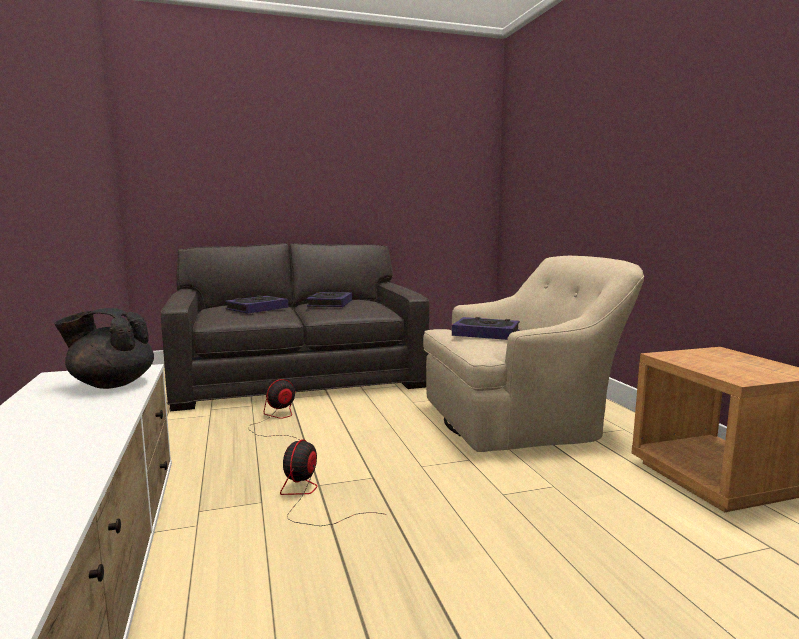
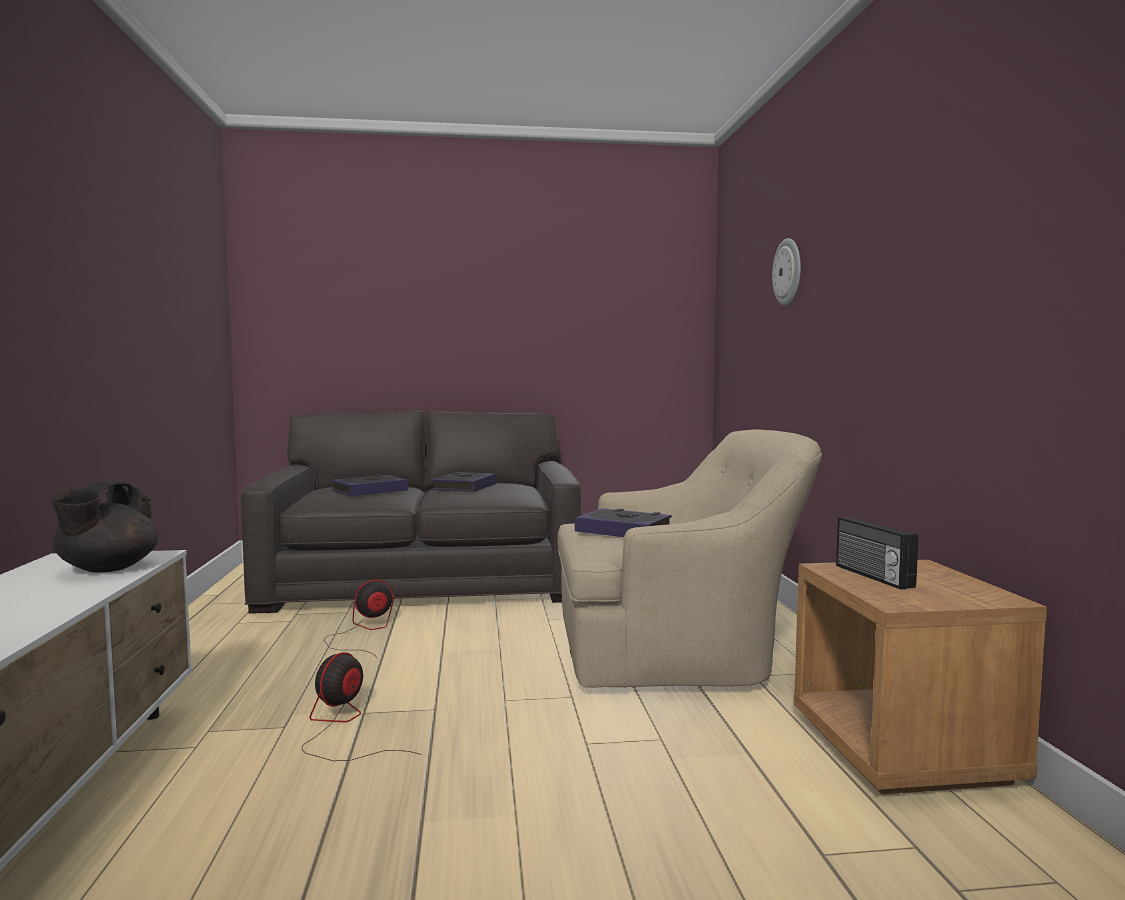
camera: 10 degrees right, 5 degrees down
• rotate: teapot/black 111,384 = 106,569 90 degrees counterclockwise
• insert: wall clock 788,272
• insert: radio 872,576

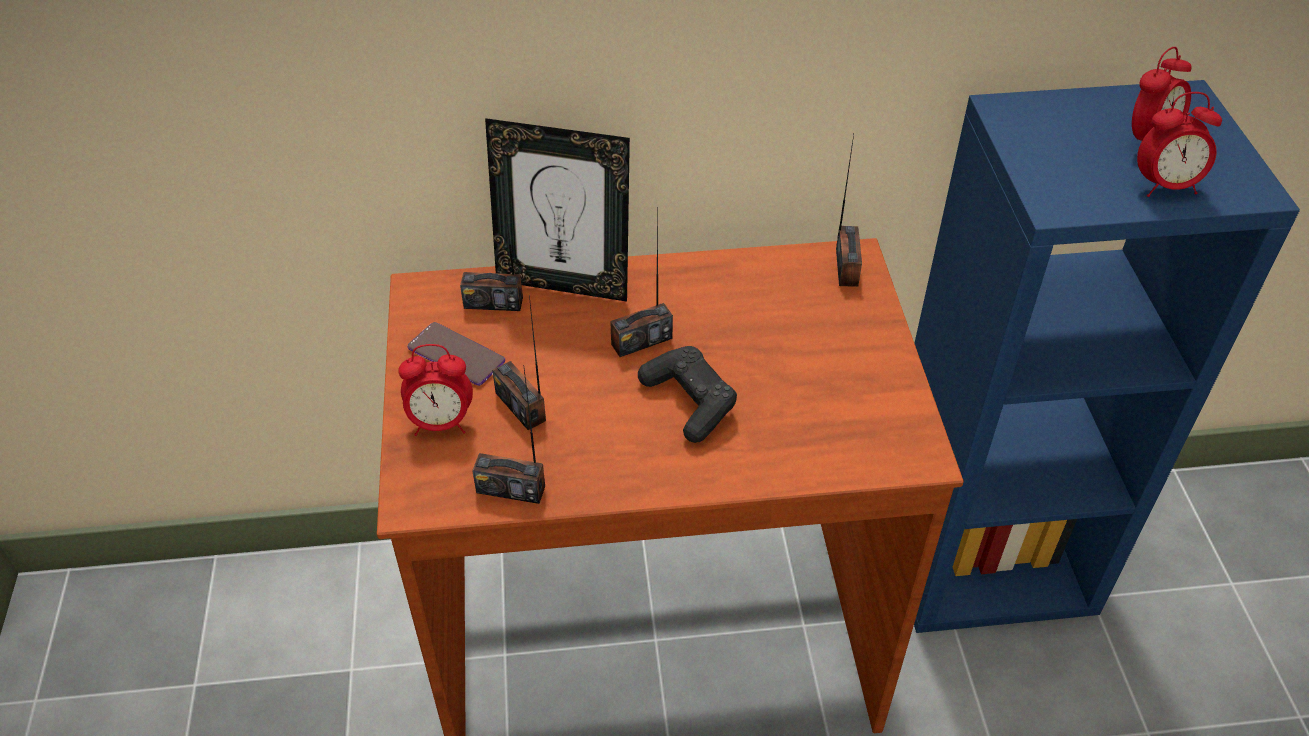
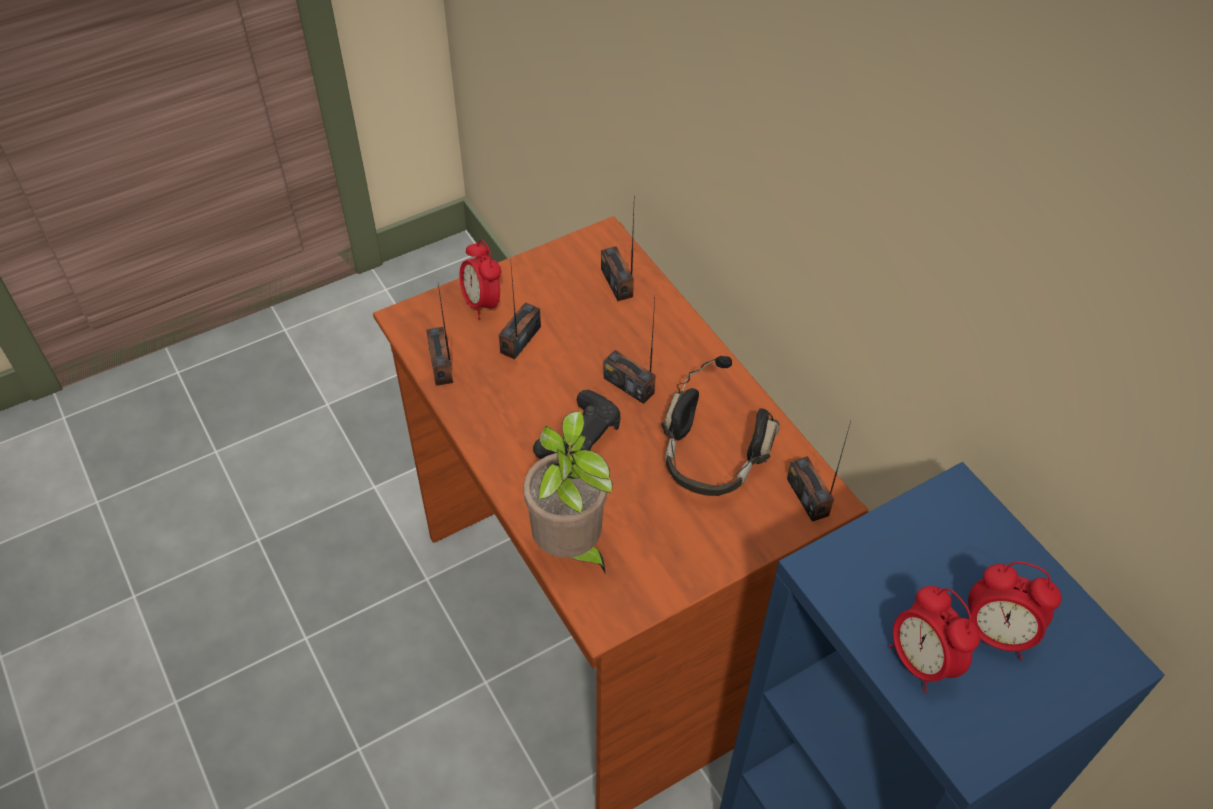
camera: 65 degrees right, 5 degrees up
• insert: potted plant 570,548
• insert: headphones/black 711,458
• rotate: radio 846,267 = 808,497 90 degrees clockwise
• delete: phone 456,355
• delete: picture frame 564,283

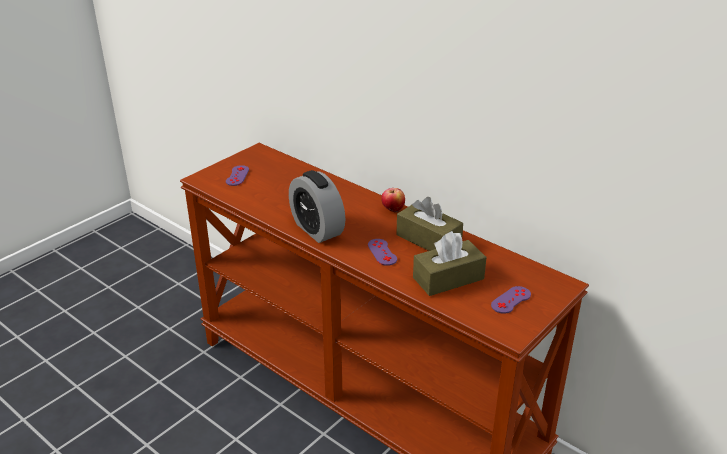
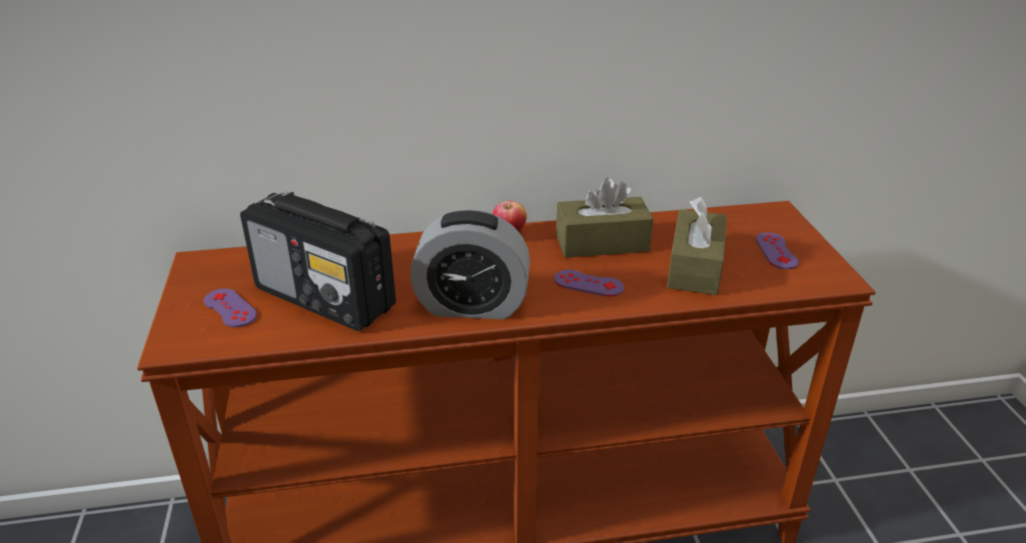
camera: 50 degrees left, 0 degrees up
• insert: radio 326,298

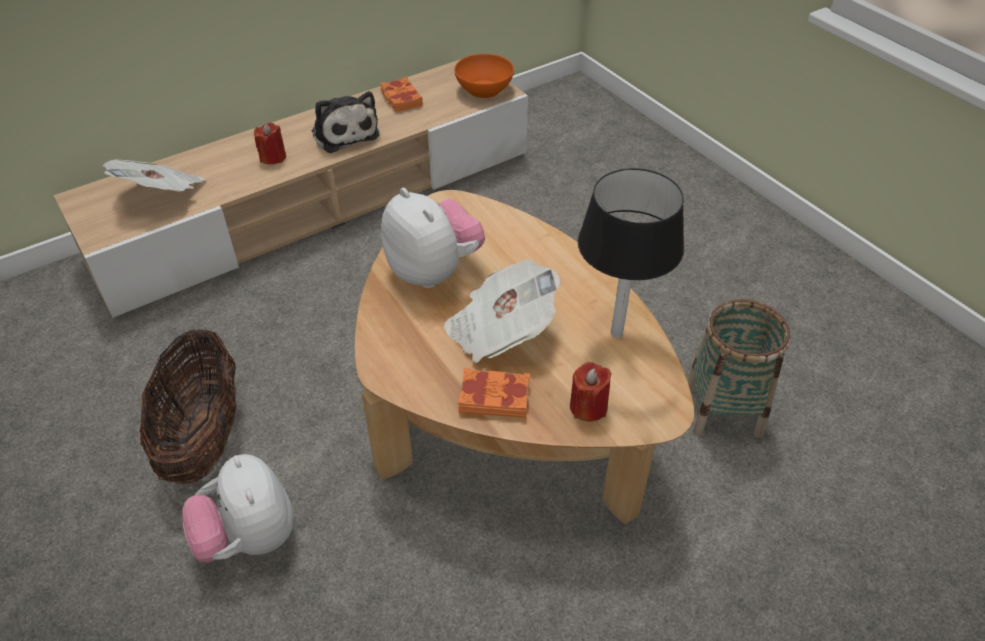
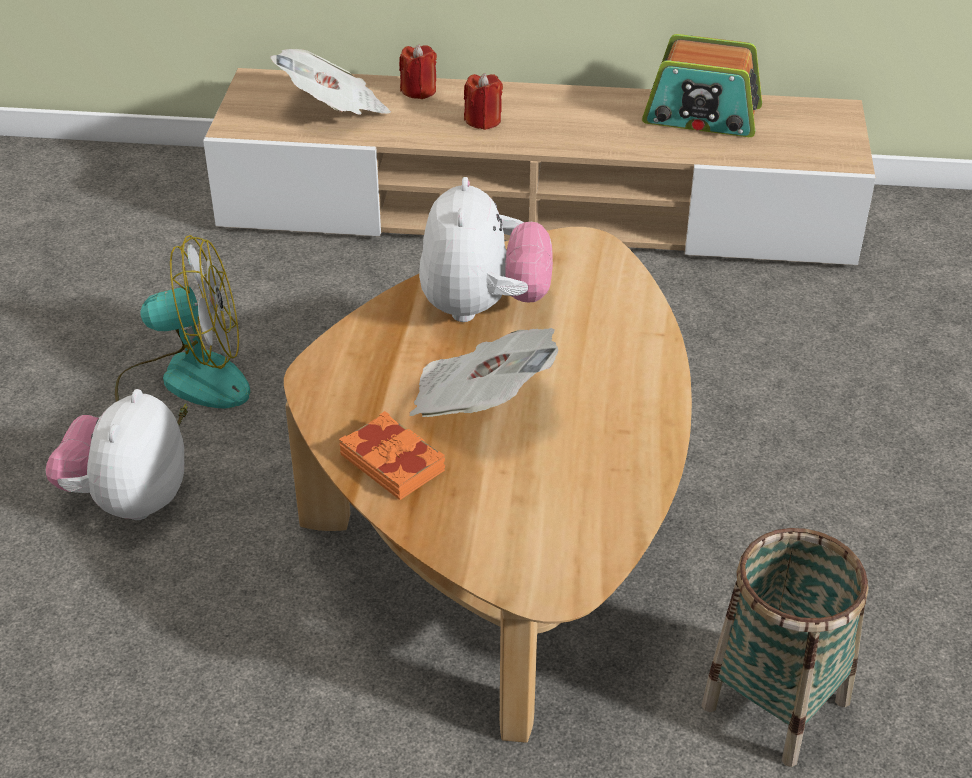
camera: 40 degrees right, 5 degrees down
• replace: basket 204,436 to fan 184,384
• move: candle/red 588,407 to 419,91
• replace: book/orange 401,99 to radio 702,116
• delete: plush toy 344,133
• delete: bowl/orange 484,89
• delete: table lamp/black 617,333

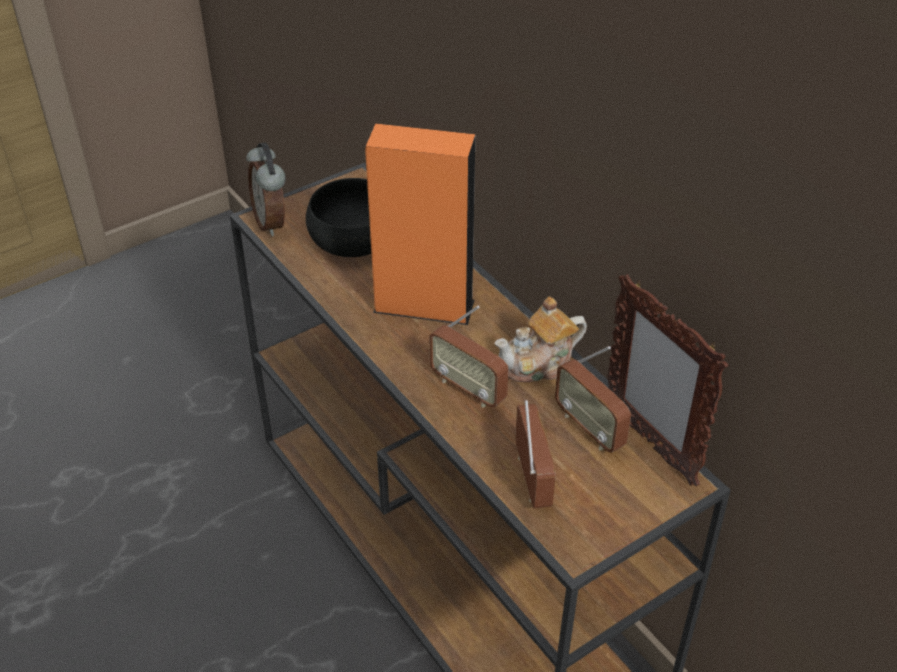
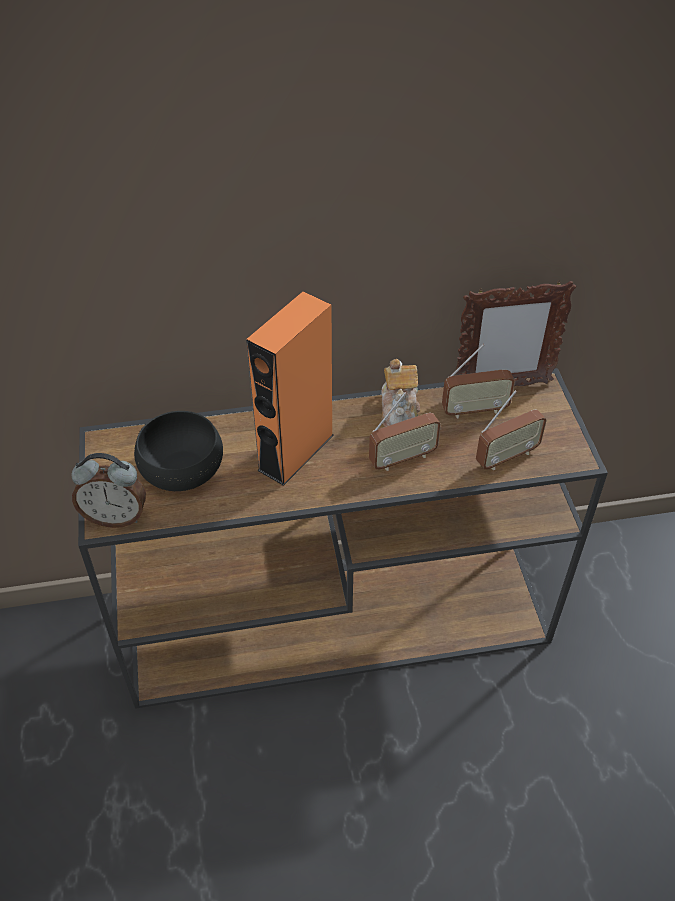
camera: 65 degrees left, 5 degrees up
• rotate: radio 531,479 = 506,457 135 degrees clockwise

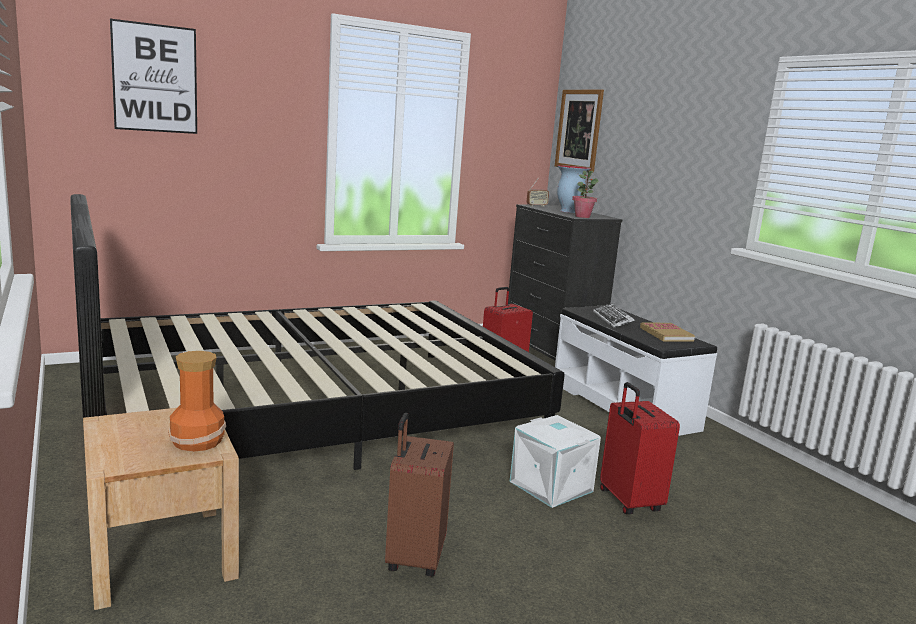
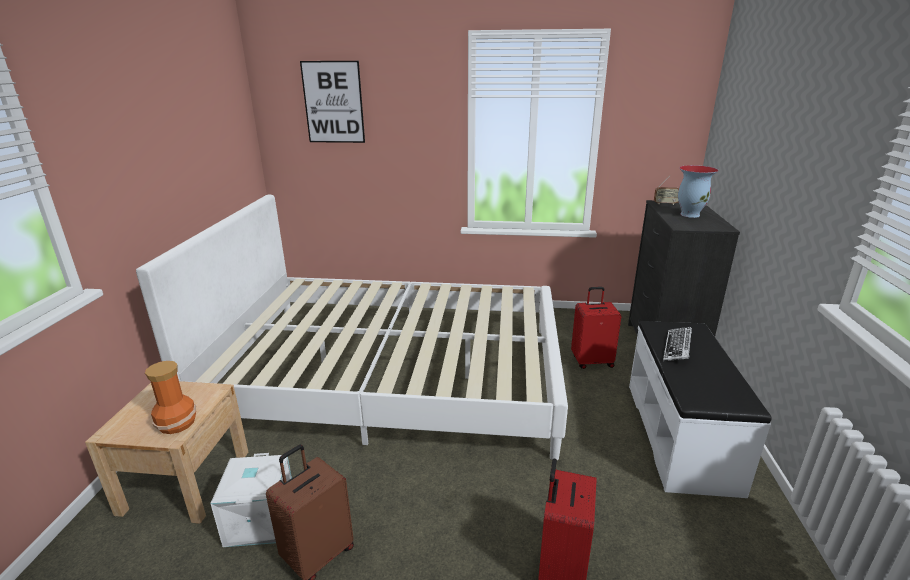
camera: 35 degrees right, 10 degrees up
• recolor: bed/black 310,412 to bed/white 393,374
• move: storage box/white 549,486 to 259,520
• delete: picture 579,130
• delete: potted plant 582,216
• delete: book 666,334

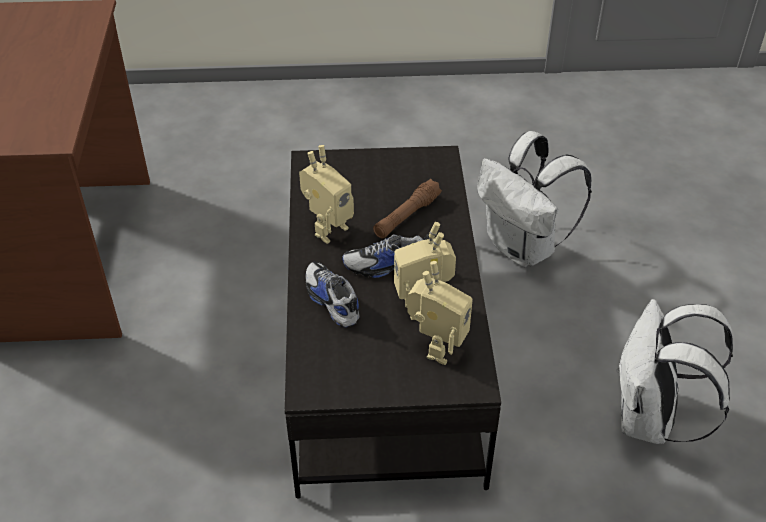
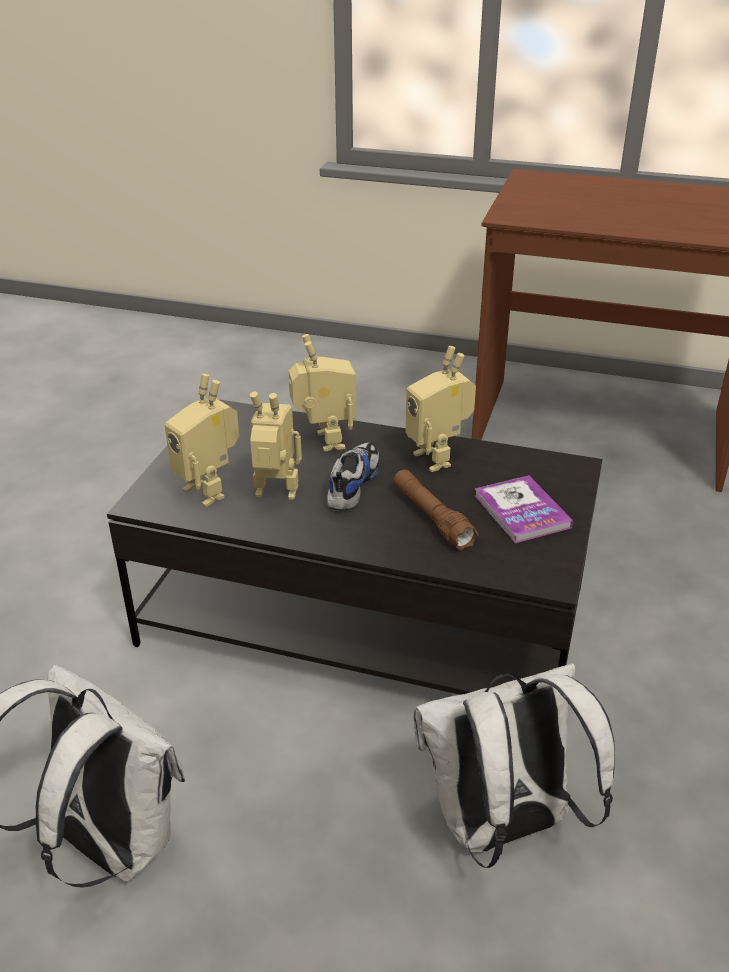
camera: 110 degrees right, 10 degrees down
• replace: shoe 331,300 to toy robot 324,441
• insert: book 522,511

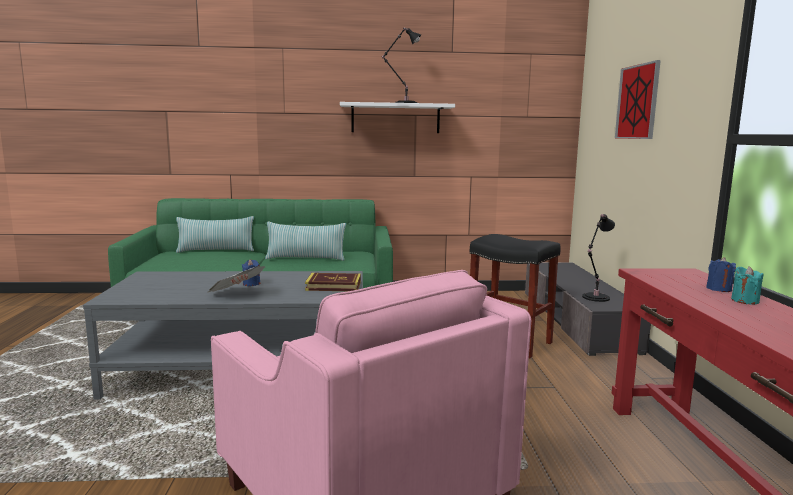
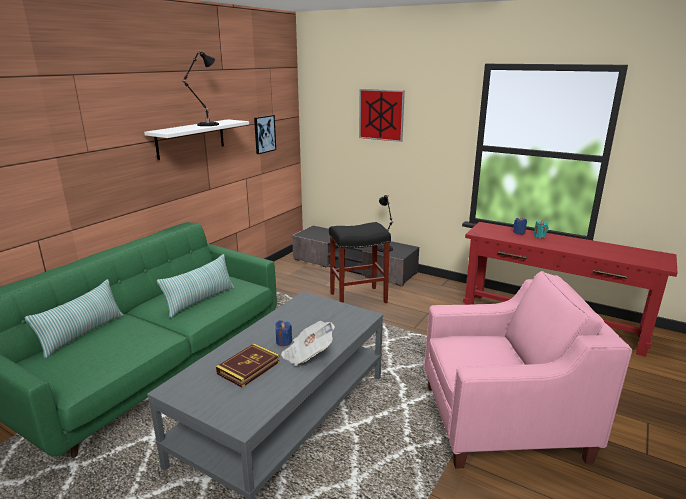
camera: 55 degrees left, 10 degrees up
• move: book 333,286 to 248,368
• insert: picture 264,134

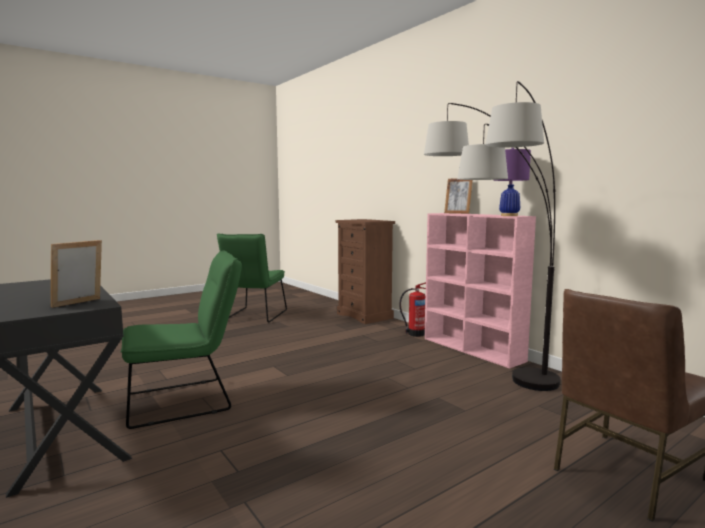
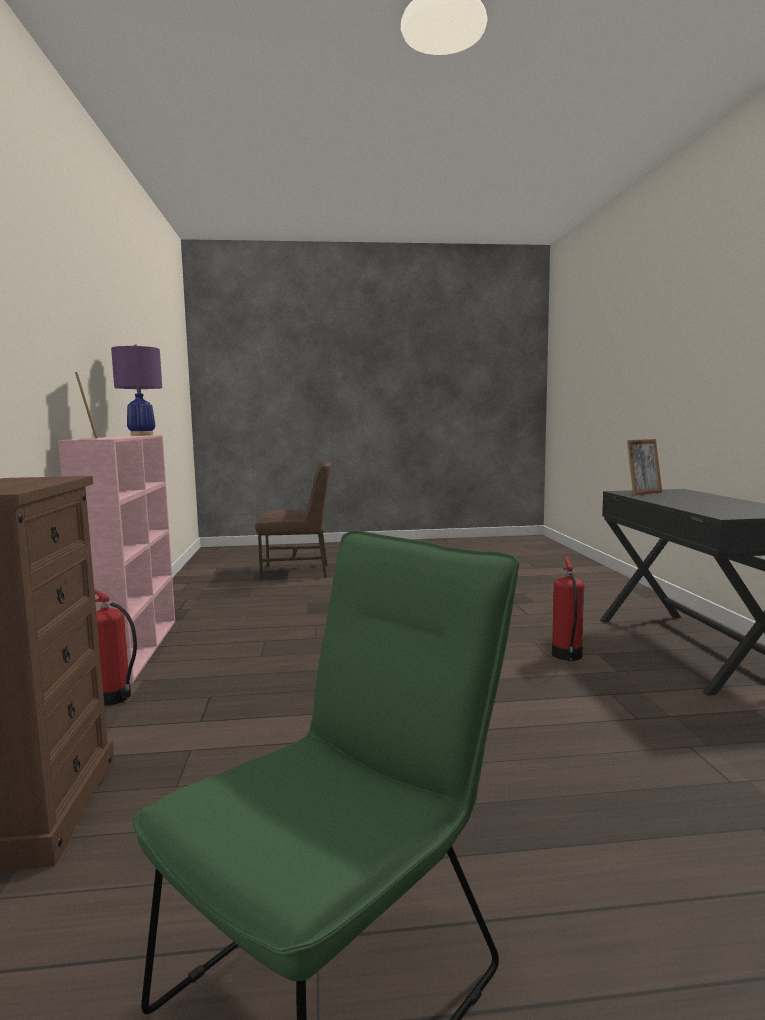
camera: 150 degrees left, 0 degrees up
• replace: chair/green 187,400 to fire extinguisher 566,656
• delete: floor lamp 491,391

